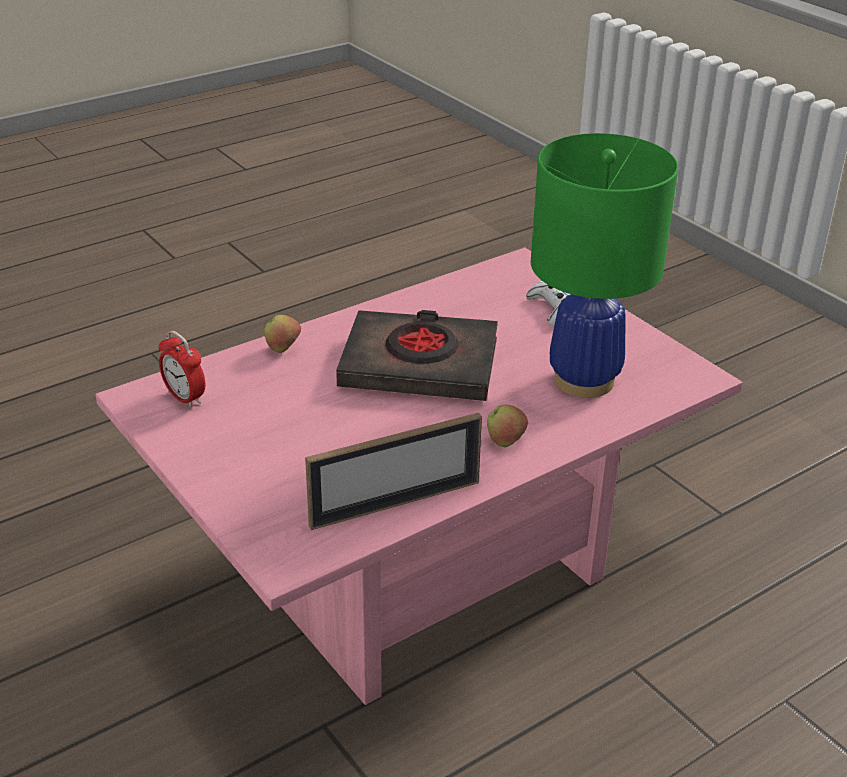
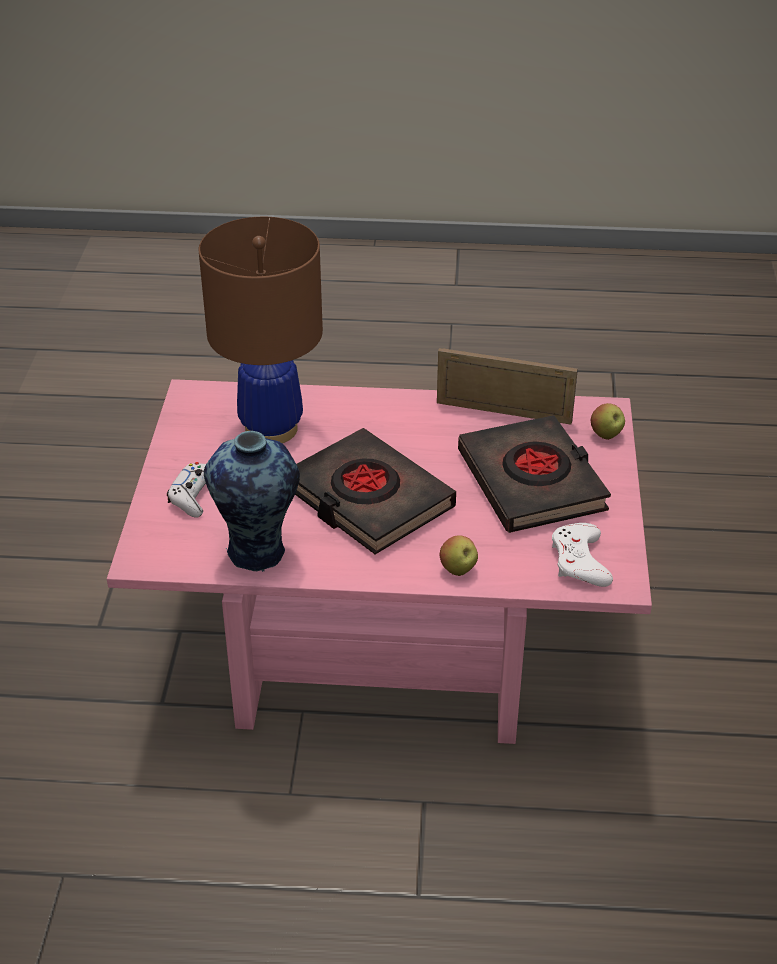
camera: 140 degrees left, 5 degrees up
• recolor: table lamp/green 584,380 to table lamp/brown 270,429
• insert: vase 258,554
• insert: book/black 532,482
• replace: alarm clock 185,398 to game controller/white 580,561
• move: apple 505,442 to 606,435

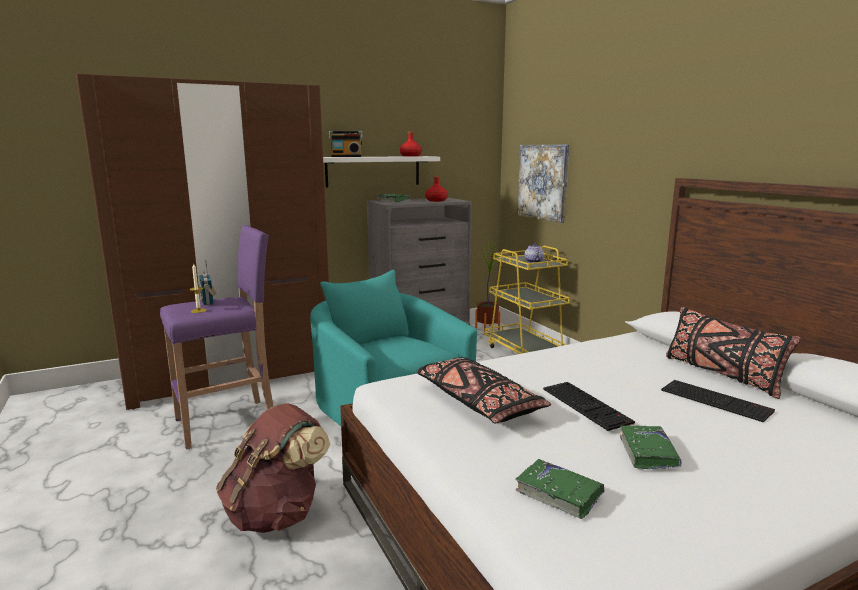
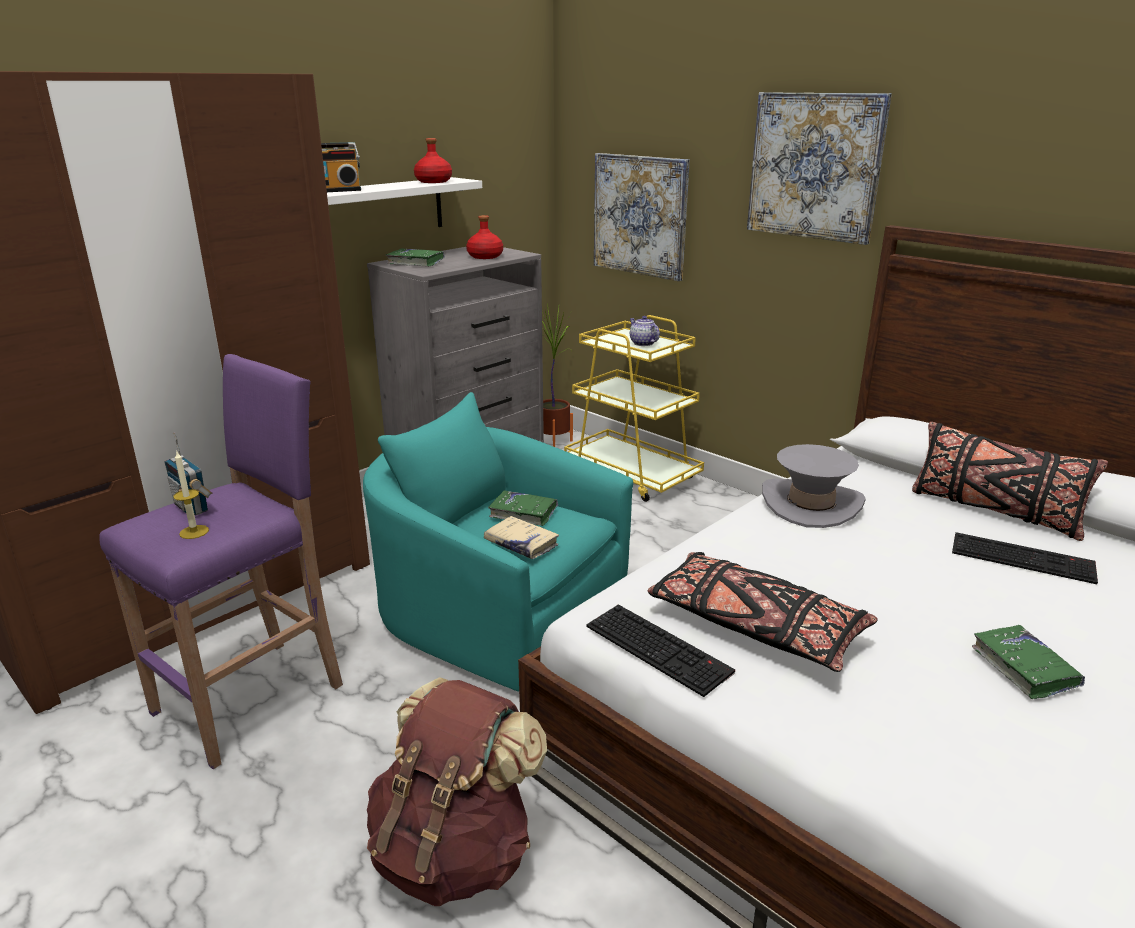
camera: 20 degrees left, 10 degrees up
• insert: book/beige 521,544
• move: book/green 558,494 to 523,513
• move: keyboard 588,405 to 660,649
• insert: picture 815,166
• insert: hat/grey 811,504

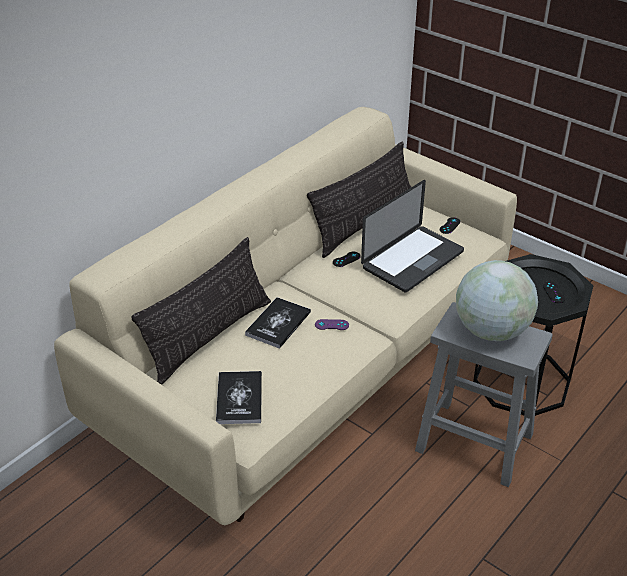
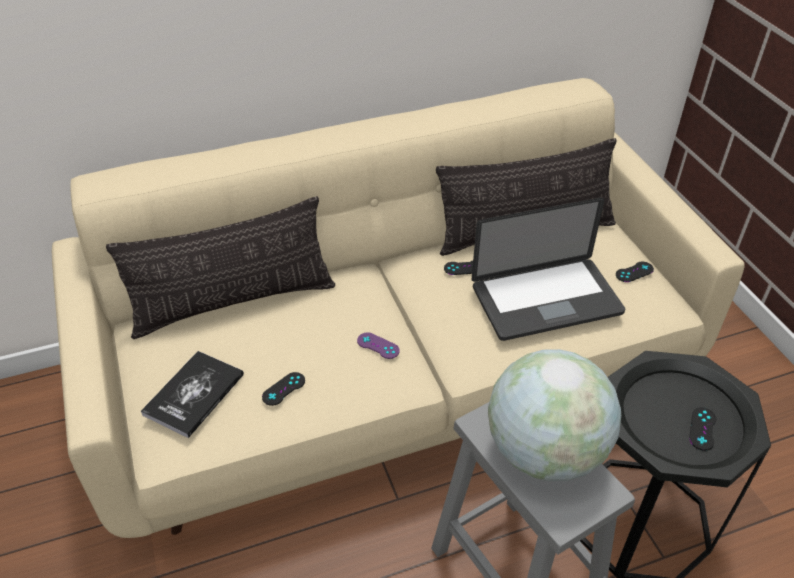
camera: 30 degrees right, 5 degrees up
• insert: game controller/black 283,389
• delete: book 278,324

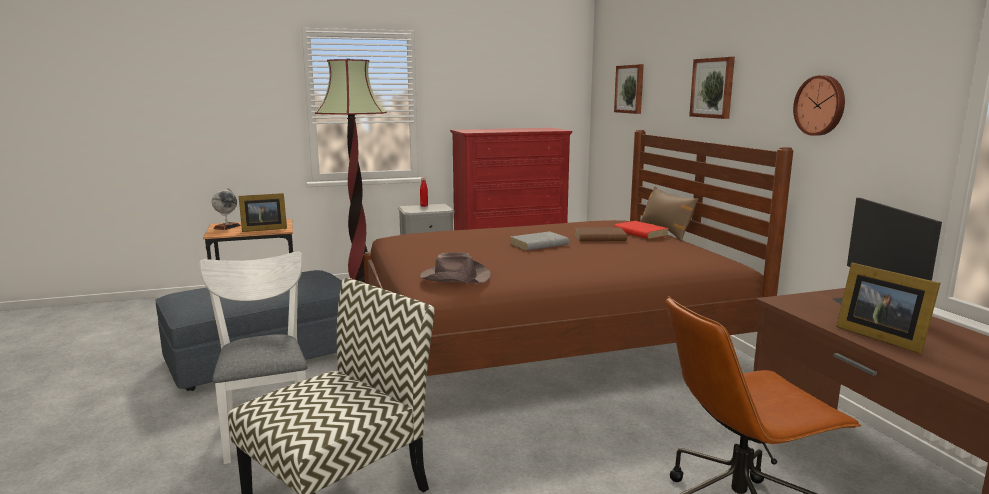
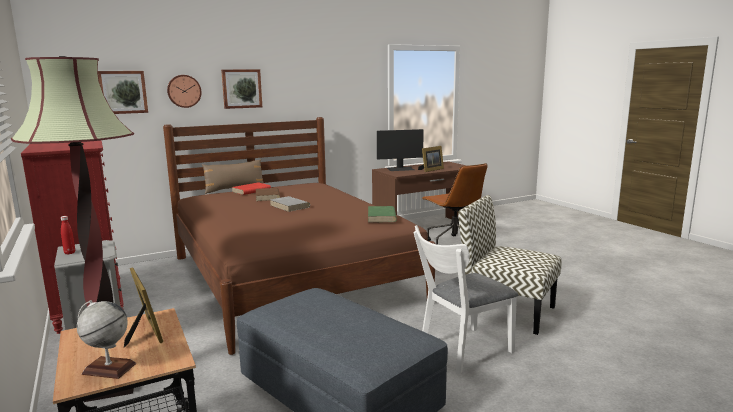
camera: 100 degrees left, 0 degrees up
• move: wall clock 821,105 to 184,91
• replace: hat/brown 454,277 to book/green 381,217

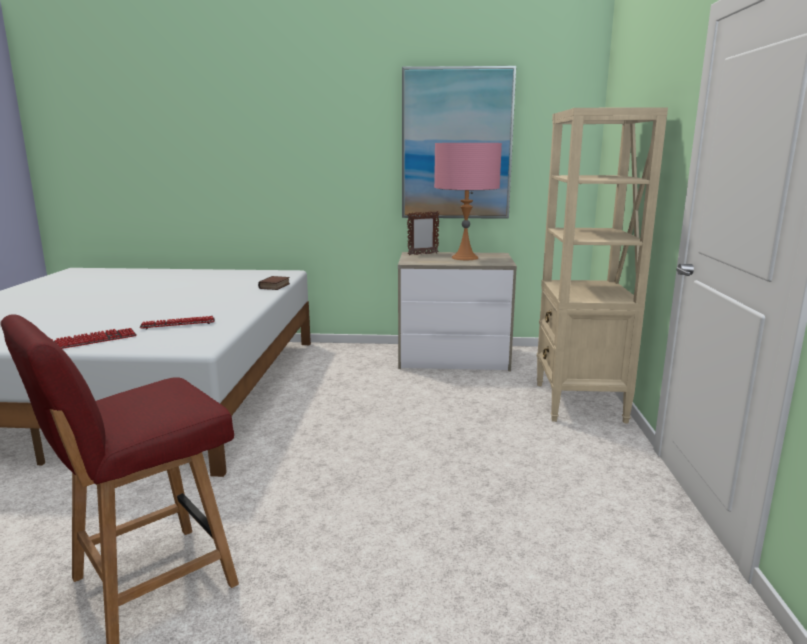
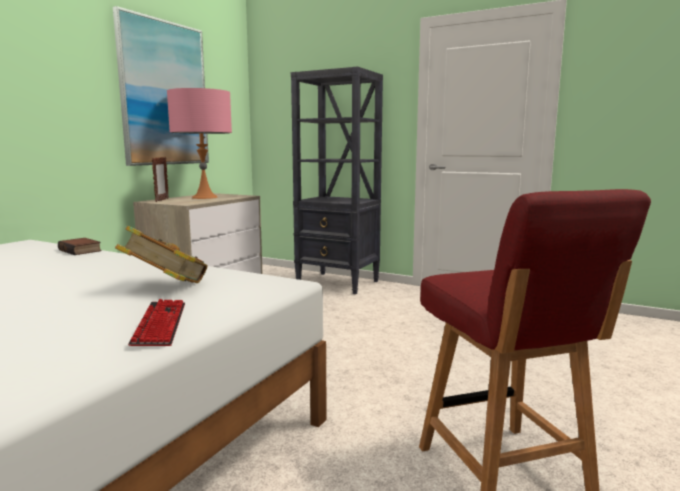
camera: 65 degrees left, 5 degrees down
• replace: keyboard 178,324 to book 166,287
• recolor: bookcase/beige 579,403 to bookcase/black 338,283

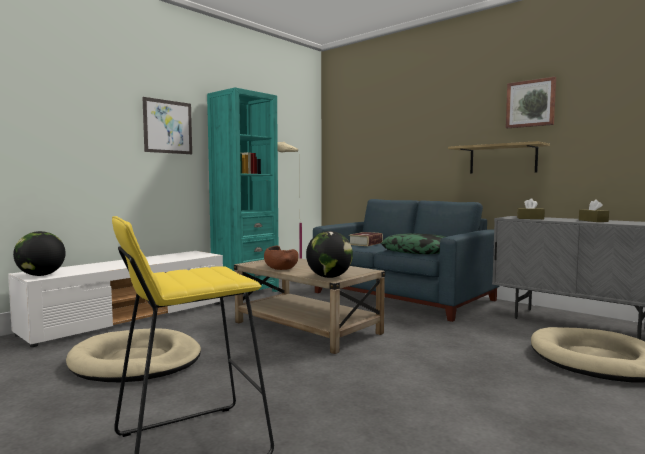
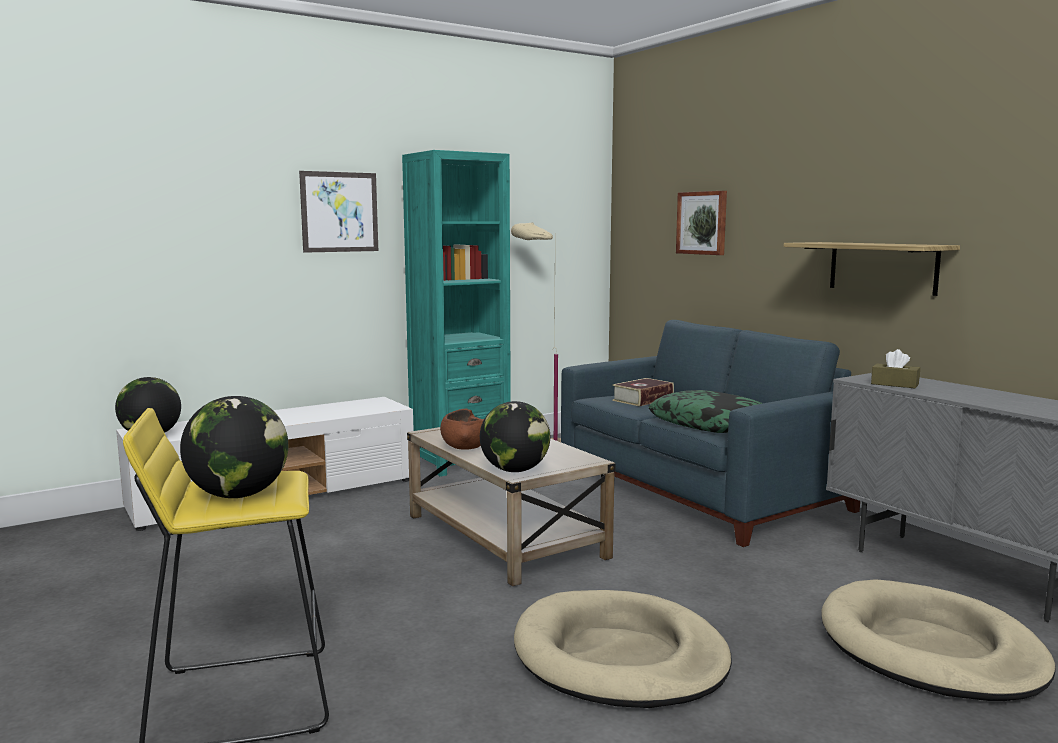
camera: 15 degrees right, 5 degrees up
• insert: globe 238,495
• move: dog bed/beige 136,361 to 619,657
• move: picture 530,103 to 702,223
• delete: tissue box/brown 593,221

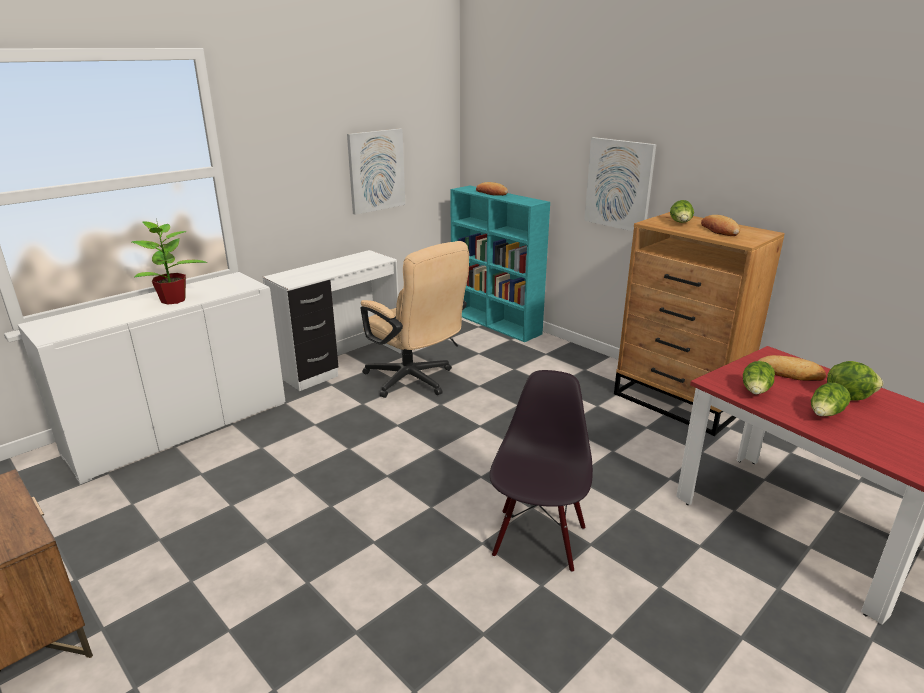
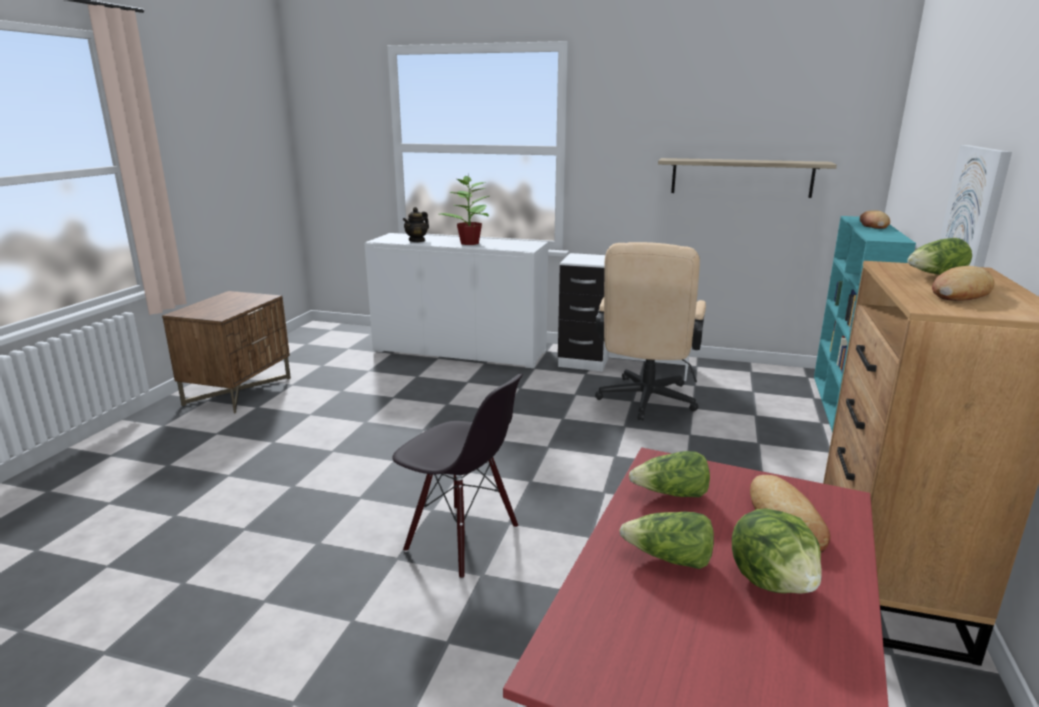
camera: 60 degrees right, 5 degrees down
• rotate: chair/black 538,540 = 461,539 45 degrees clockwise
• insert: teapot 417,240
• replace: picture 376,170 to shelf 741,177

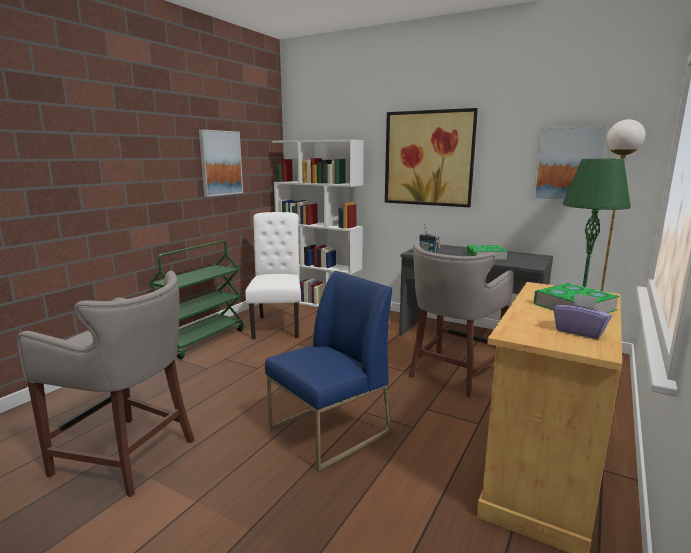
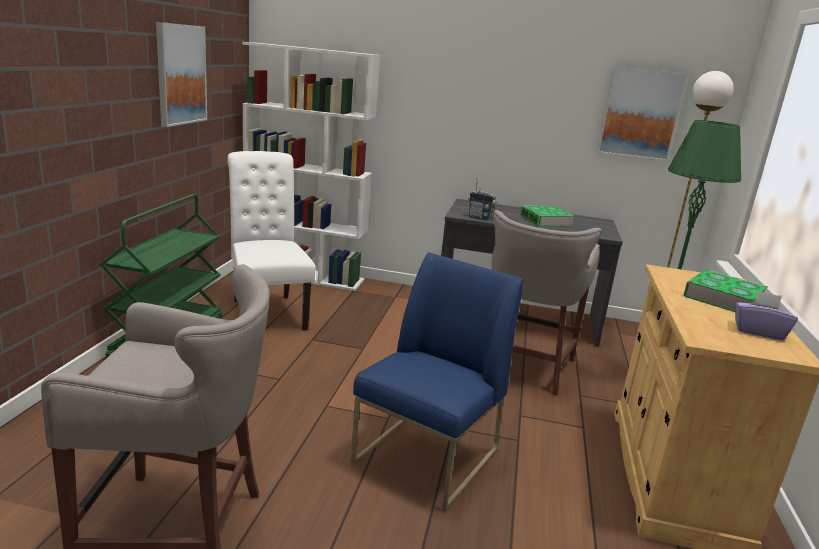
camera: 20 degrees left, 5 degrees up
• delete: picture 428,158

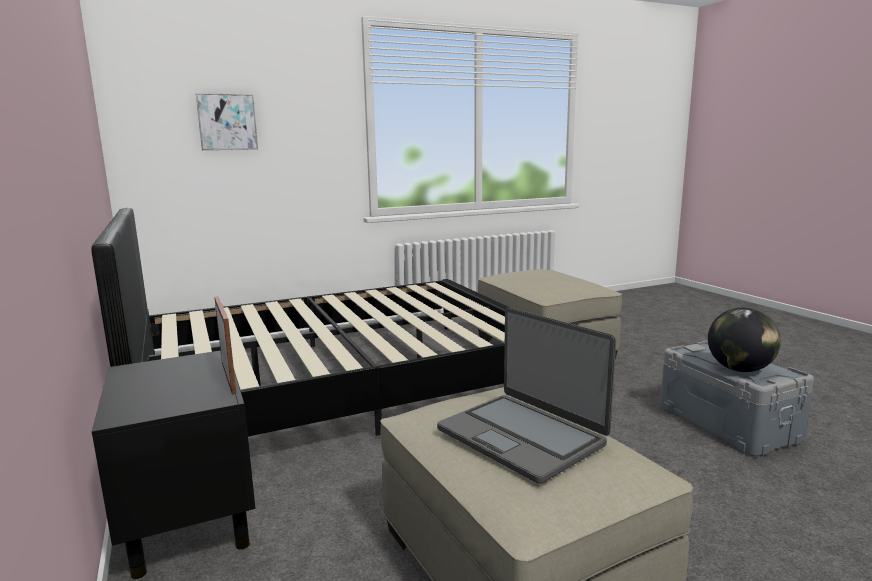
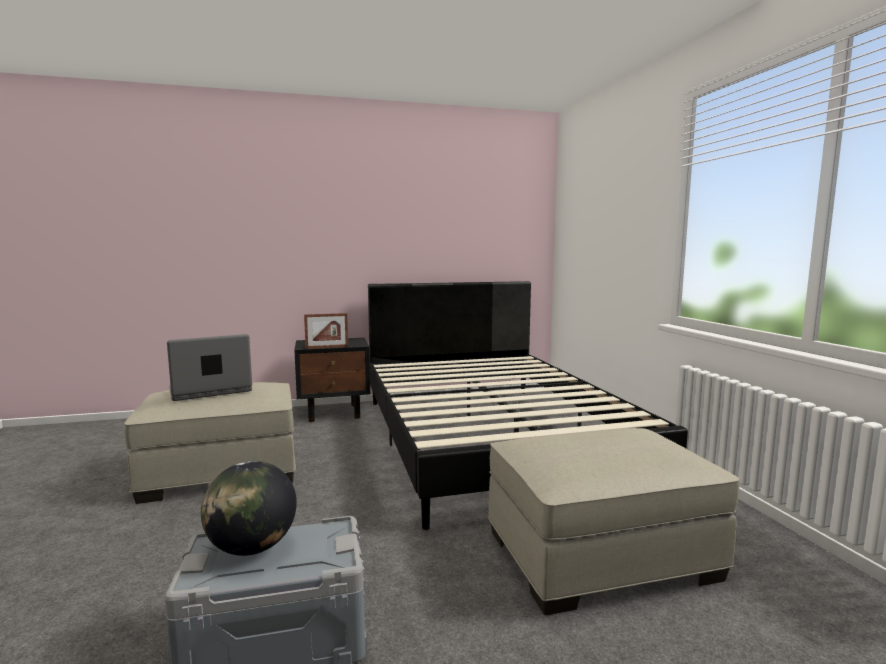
camera: 100 degrees right, 5 degrees down
• delete: picture 227,122

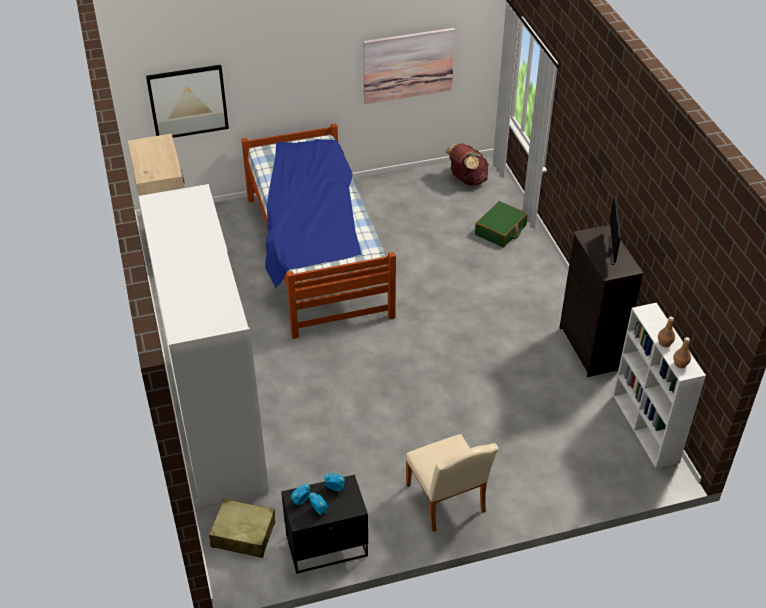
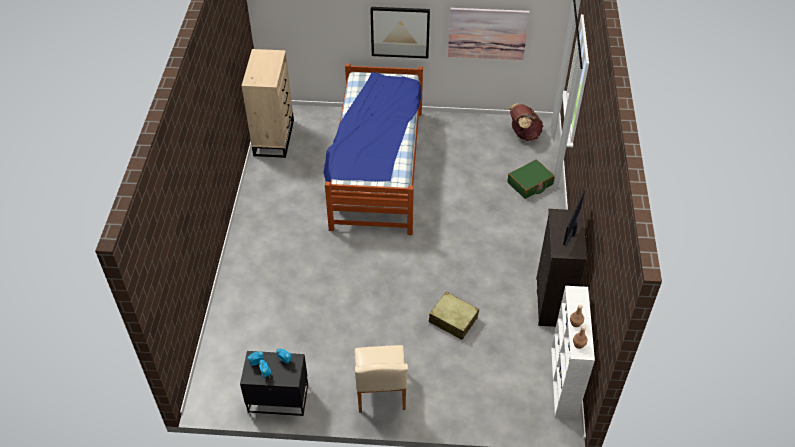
camera: 20 degrees right, 5 degrees up
• move: picture 188,101 to 400,32
• move: suitcase/beige 243,534 to 453,320
• delete: wardrobe/white 216,423

